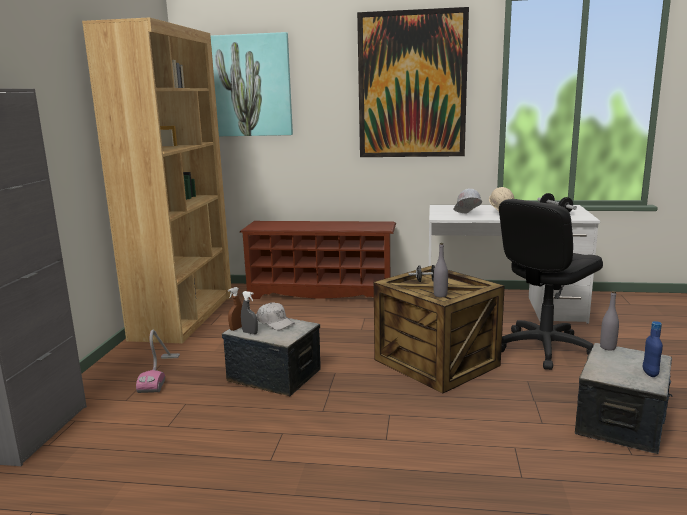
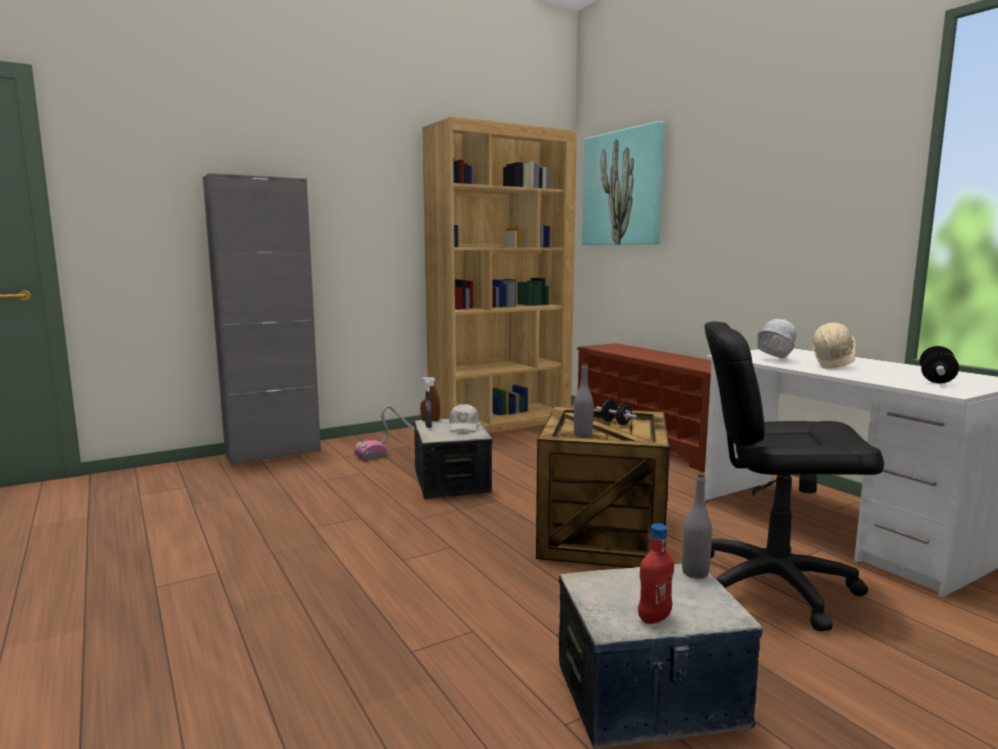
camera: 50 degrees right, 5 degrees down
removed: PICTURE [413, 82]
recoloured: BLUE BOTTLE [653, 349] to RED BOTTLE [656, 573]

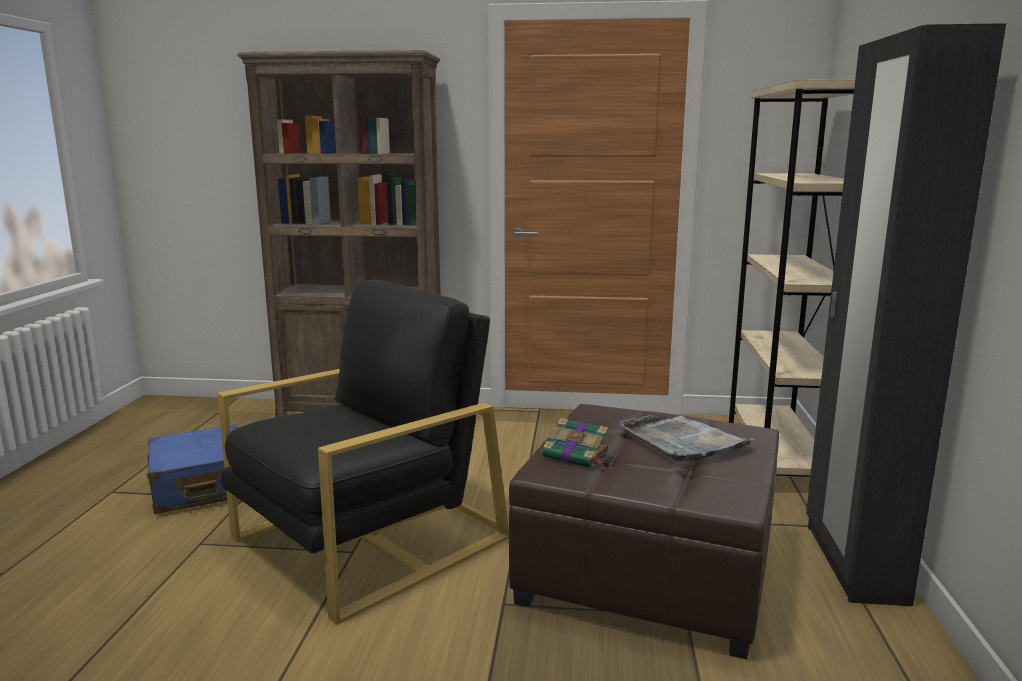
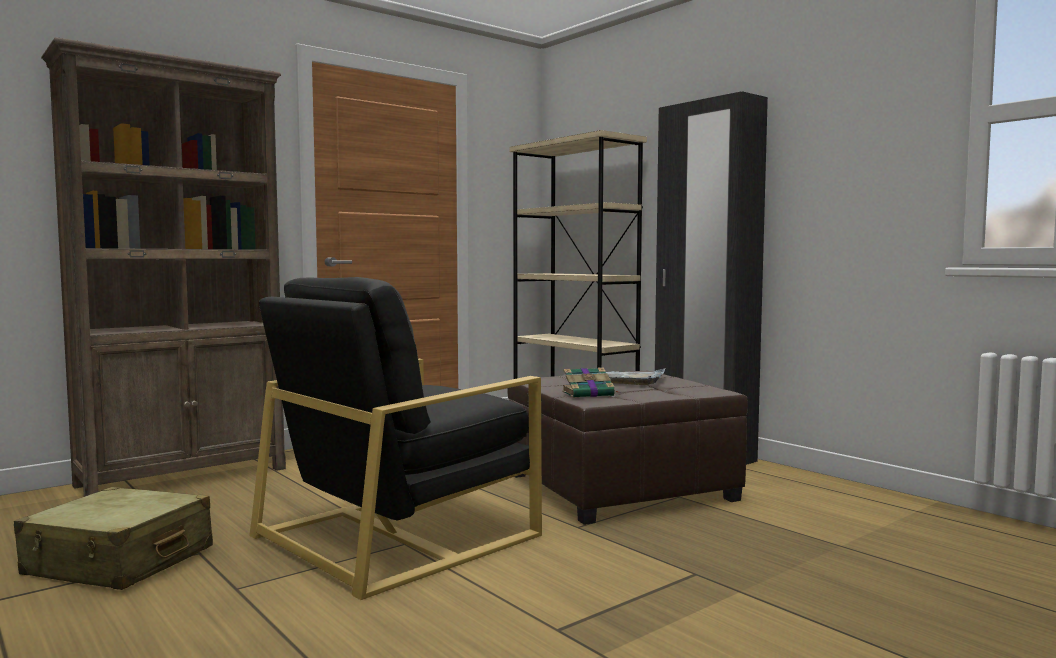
camera: 45 degrees left, 10 degrees down
recoloured: BLUE SUITCASE [191, 469] to BEIGE SUITCASE [113, 538]
turned: BLACK ARMCHAIR [363, 452] = [395, 438] 135 degrees counterclockwise

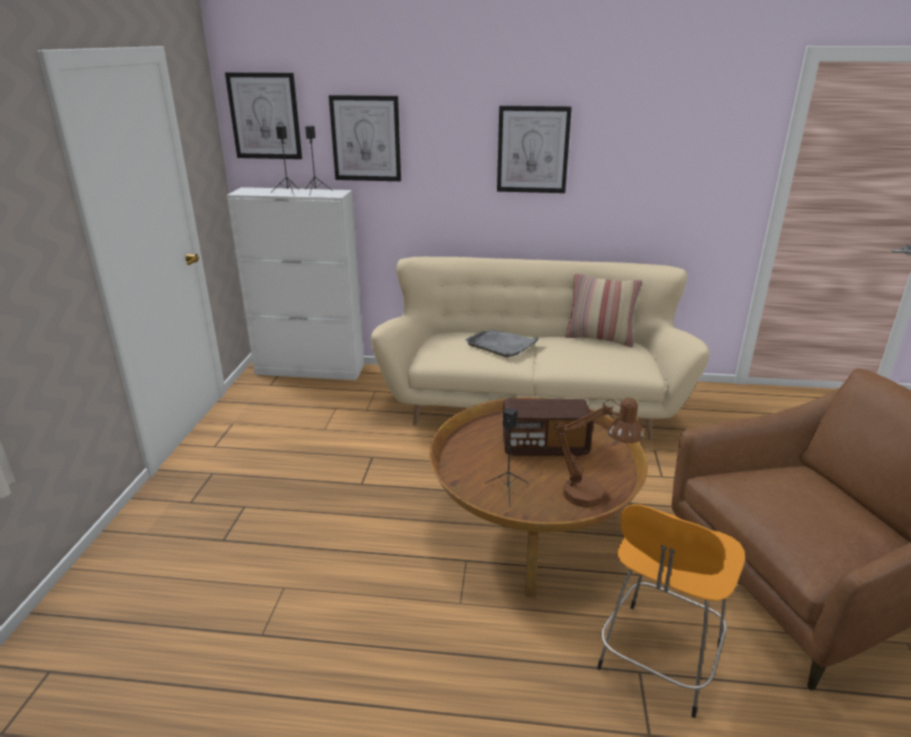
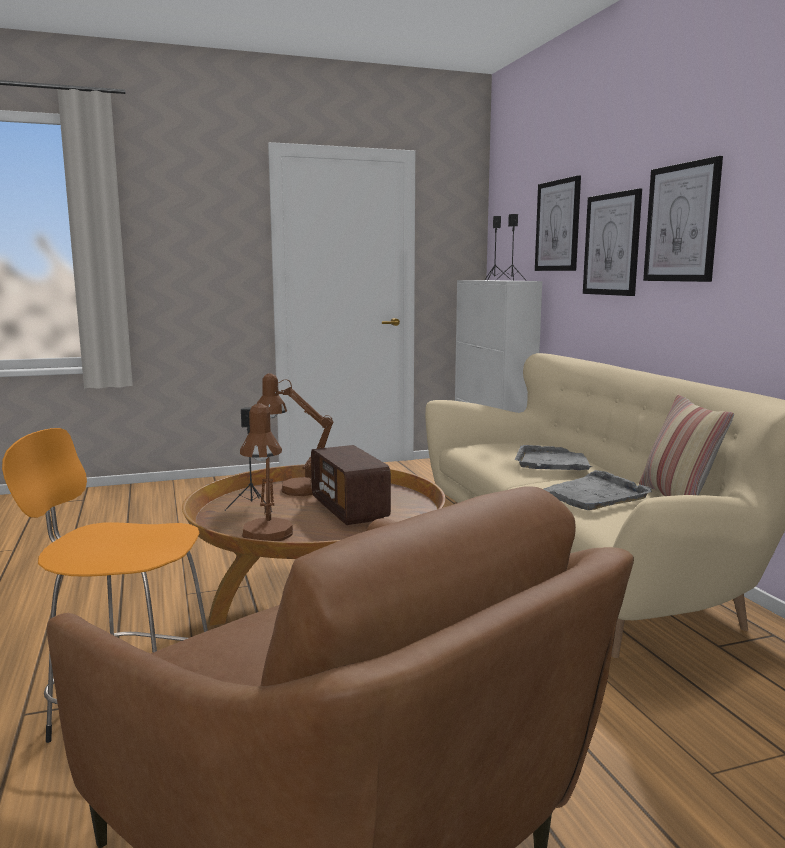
camera: 65 degrees right, 15 degrees down
added: BROWN TABLE LAMP [295, 434]; GREY TRAY [598, 490]
moved: PICTURE [263, 115] to [612, 242]

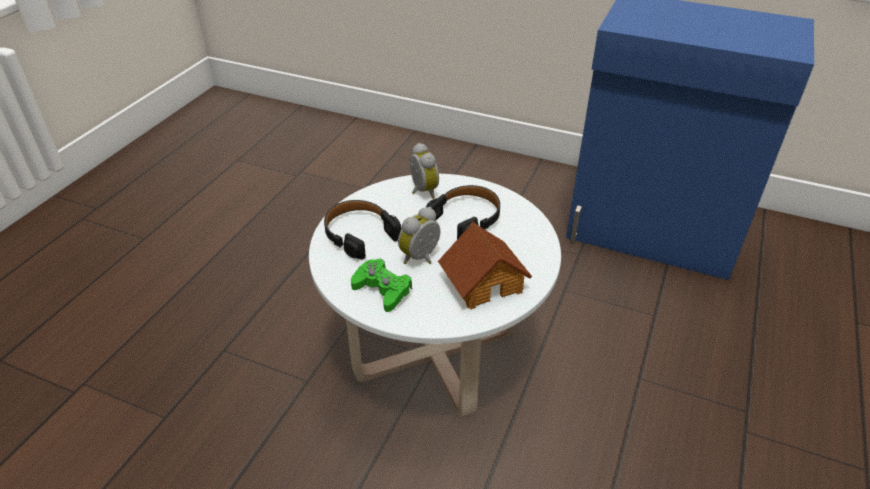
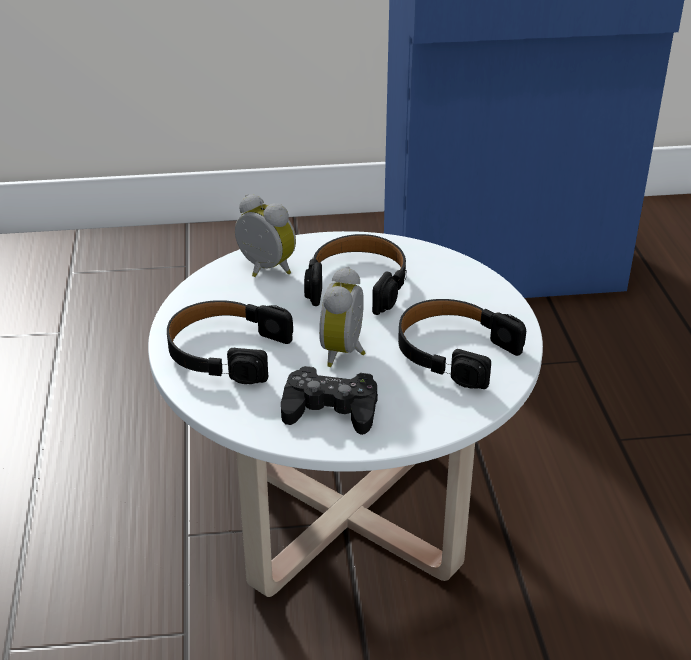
camera: 30 degrees left, 5 degrees down
replaced: TOY HOUSE [485, 266] to BLACK HEADPHONES [462, 344]
recoloured: GREEN GAME CONTROLLER [381, 285] to BLACK GAME CONTROLLER [329, 400]

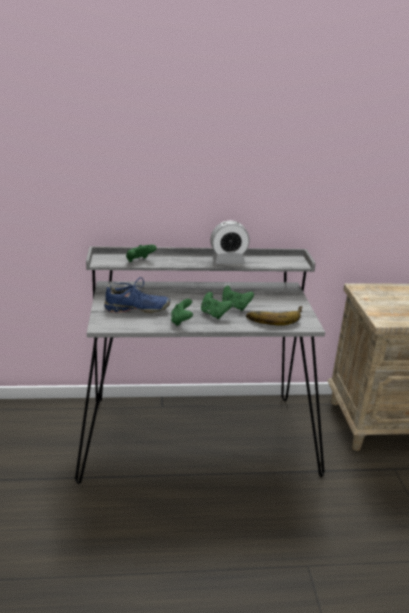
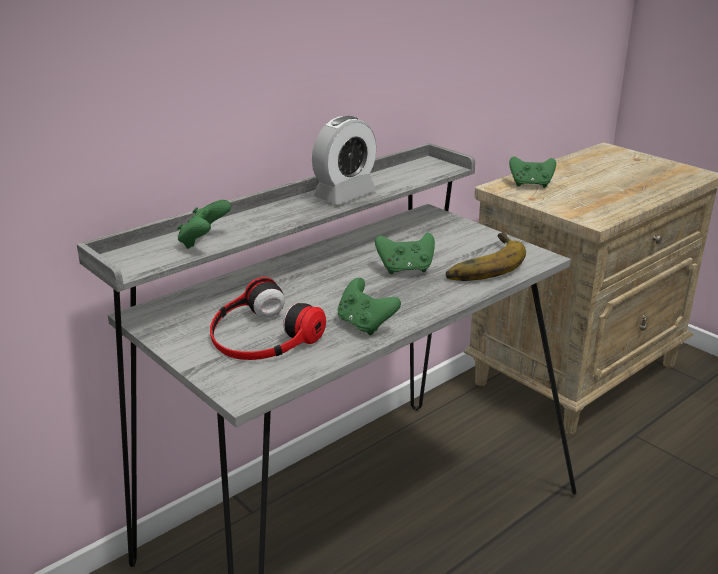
camera: 35 degrees left, 0 degrees up
moved: GREEN GAME CONTROLLER [217, 305] to [532, 172]
replaced: BLUE SHOE [137, 295] to HEADPHONES [268, 318]

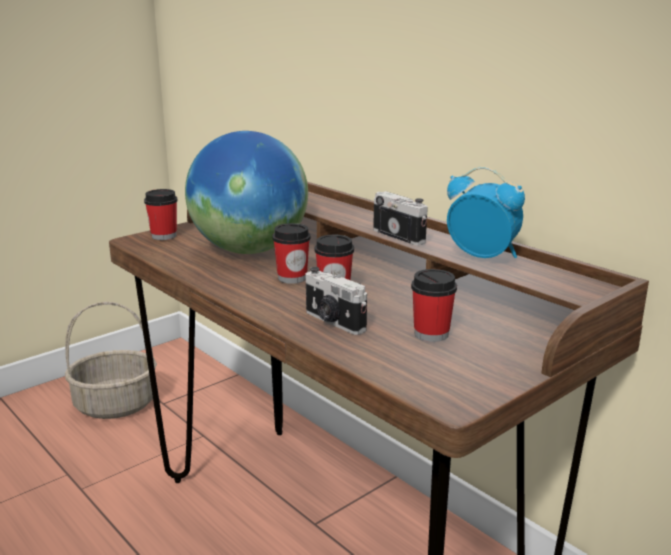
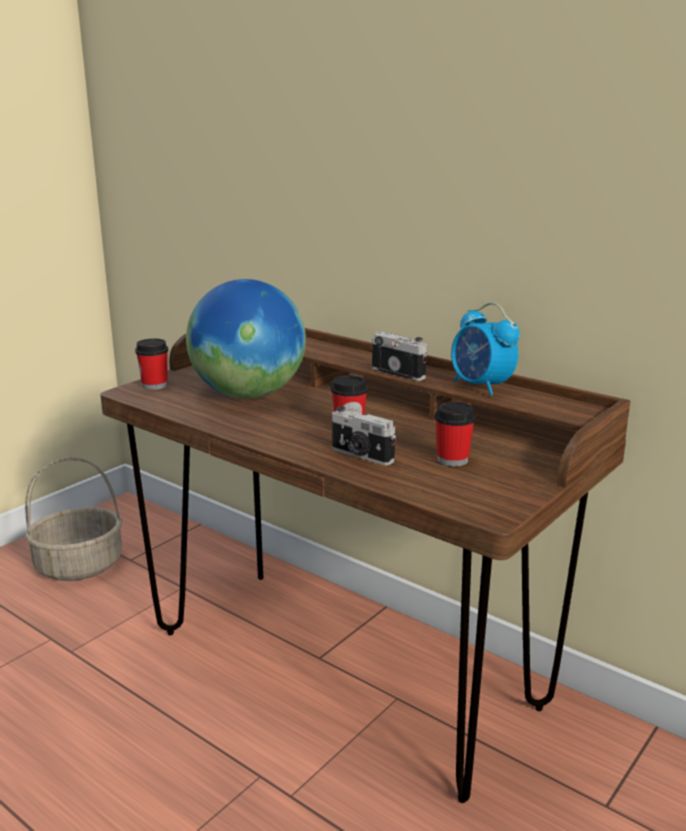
camera: 10 degrees left, 0 degrees up
removed: CUP [291, 253]
turned: ALARM CLOCK [486, 212] = [485, 348] 150 degrees counterclockwise

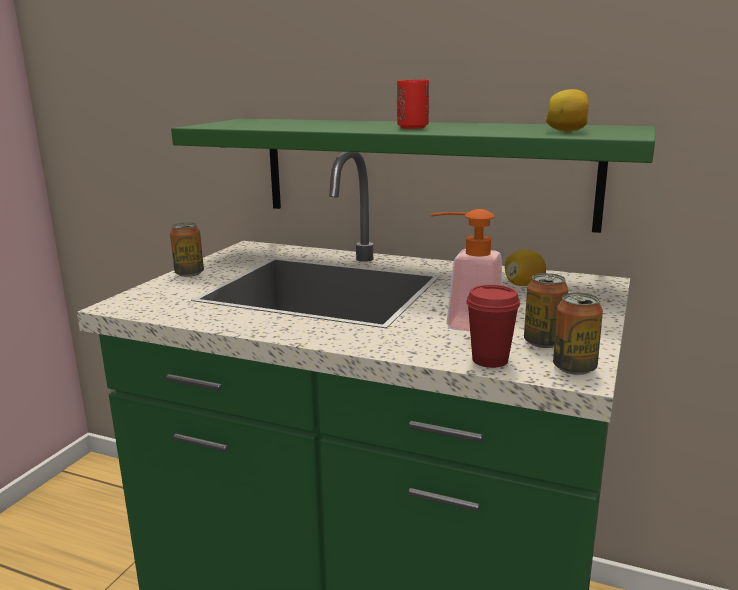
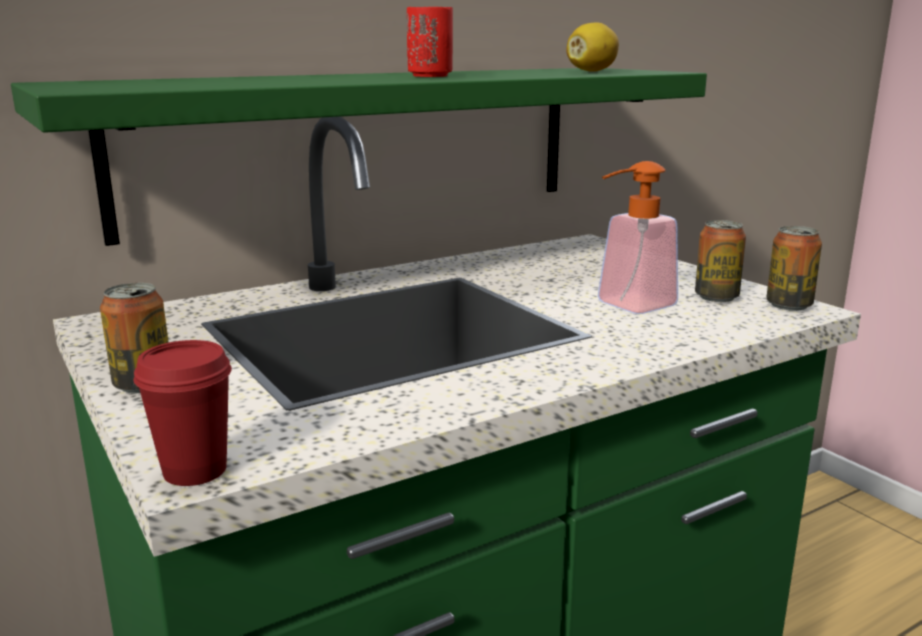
camera: 55 degrees left, 0 degrees up
removed: LEMON [525, 268]
moved: RED CUP [493, 326] to [183, 413]

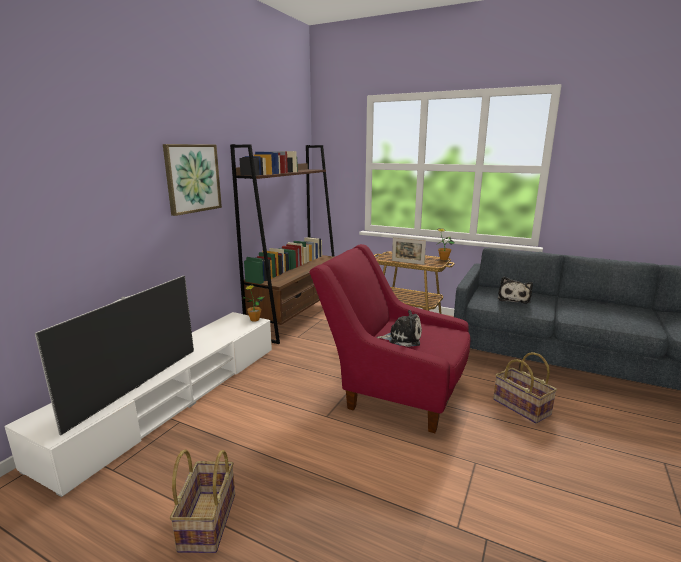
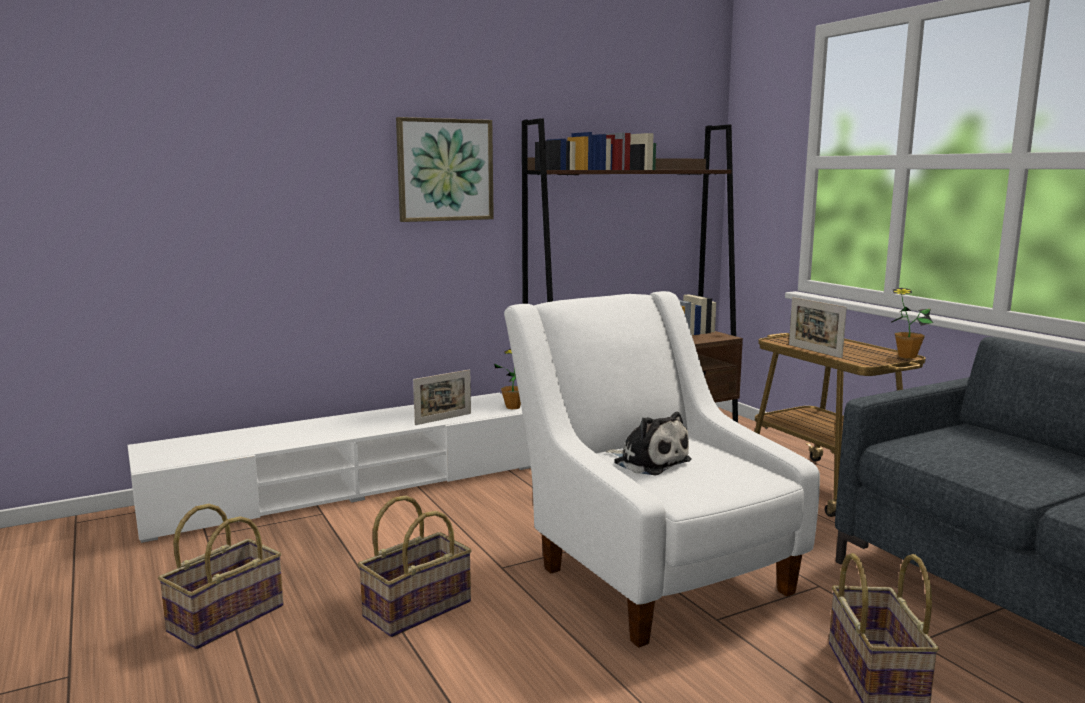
camera: 35 degrees right, 5 degrees down
removed: TELEVISION [114, 356]; PLUSH TOY [515, 290]
added: PICTURE FRAME [442, 397]; BASKET [415, 566]
recoloured: RED ARMCHAIR [389, 338] to WHITE ARMCHAIR [662, 469]

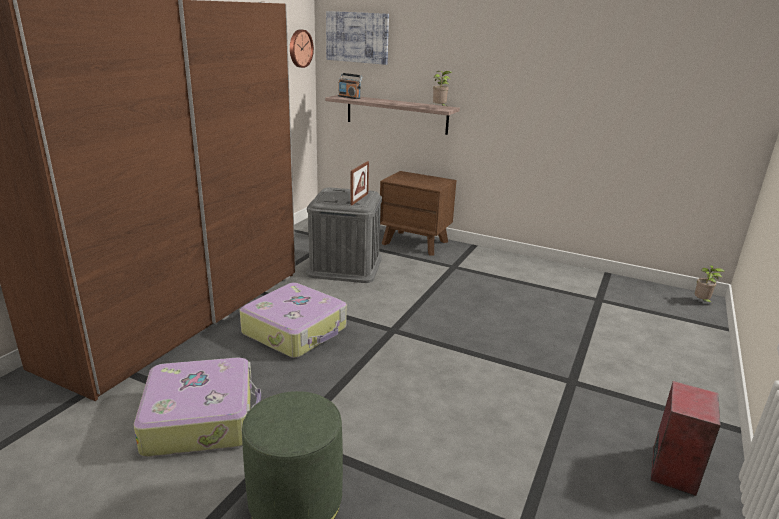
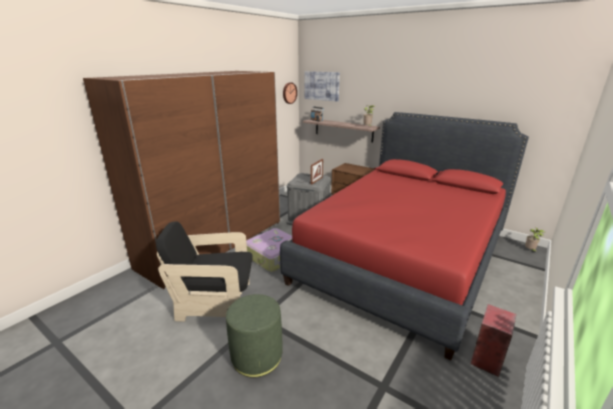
camera: 10 degrees right, 0 degrees up
added: RED BED [404, 236]
replaced: SUITCASE [197, 407] to BLACK ARMCHAIR [204, 271]

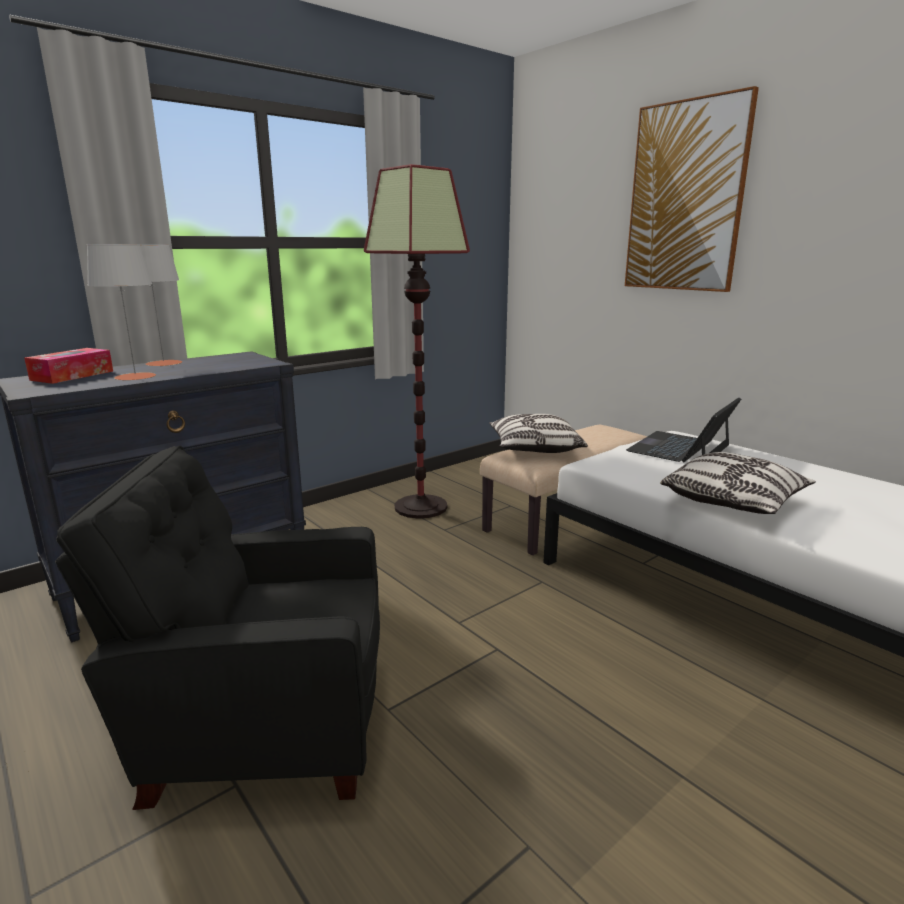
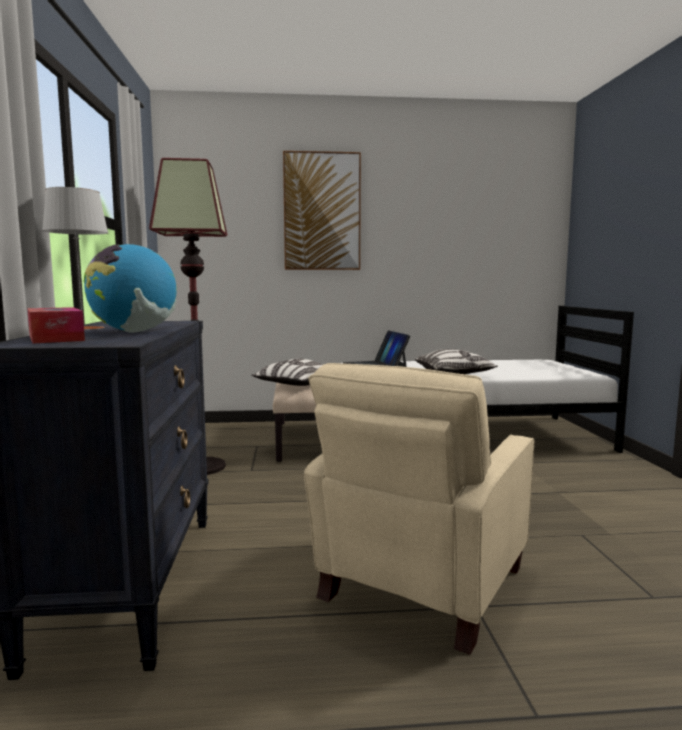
camera: 55 degrees left, 10 degrees down
replaced: GREY TABLE LAMP [121, 312] to GLOBE [130, 288]
recoloured: BLACK ARMCHAIR [217, 628] to BEIGE ARMCHAIR [419, 509]

